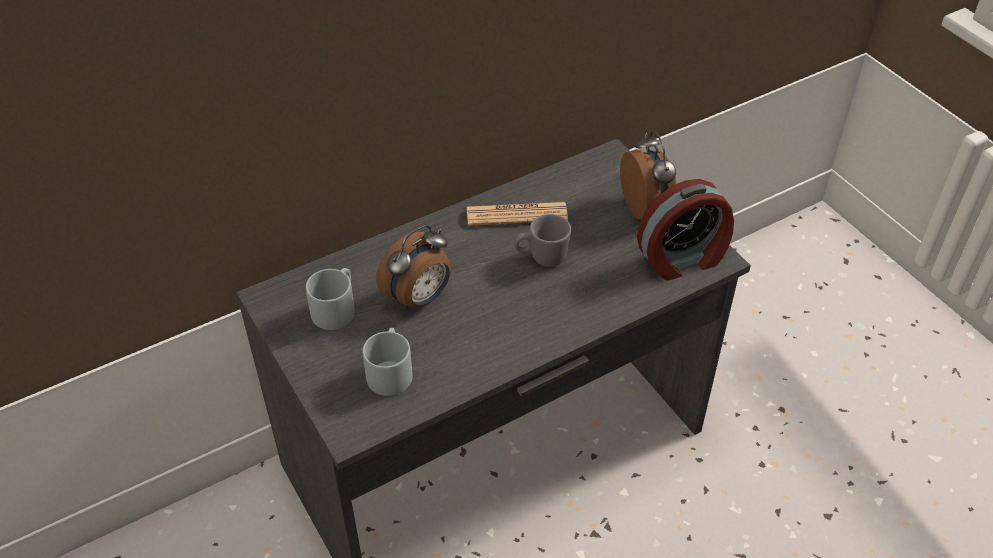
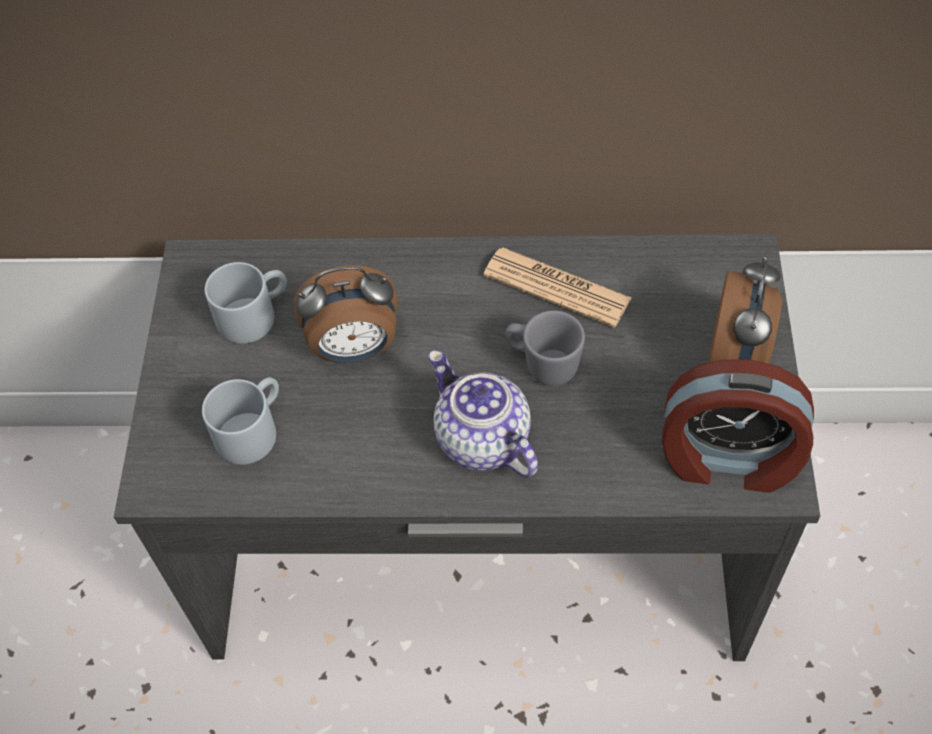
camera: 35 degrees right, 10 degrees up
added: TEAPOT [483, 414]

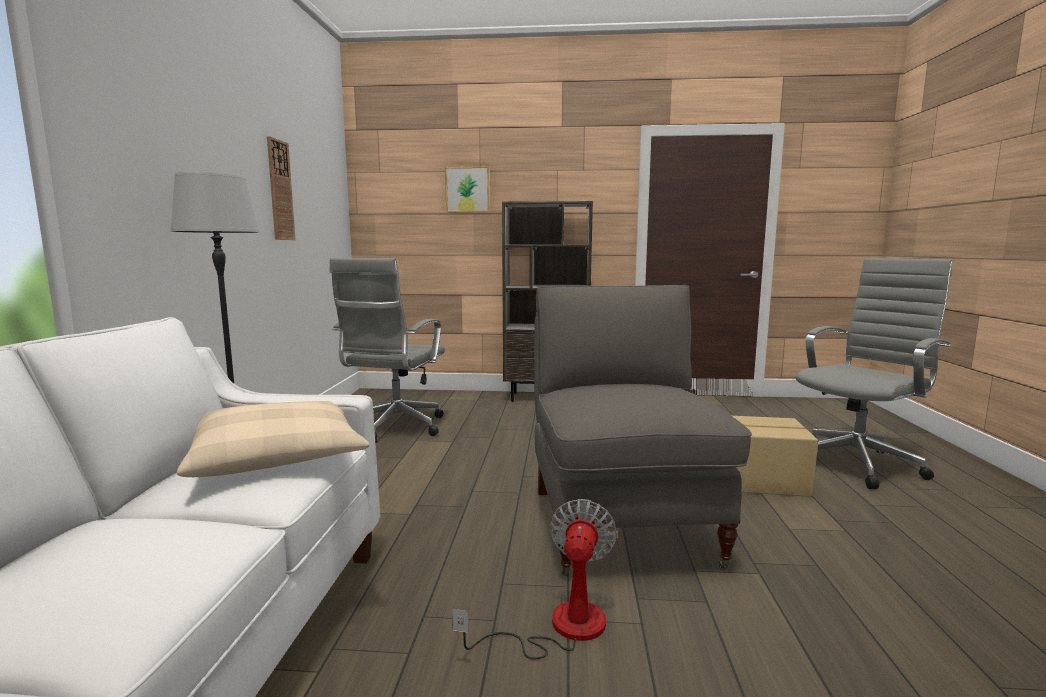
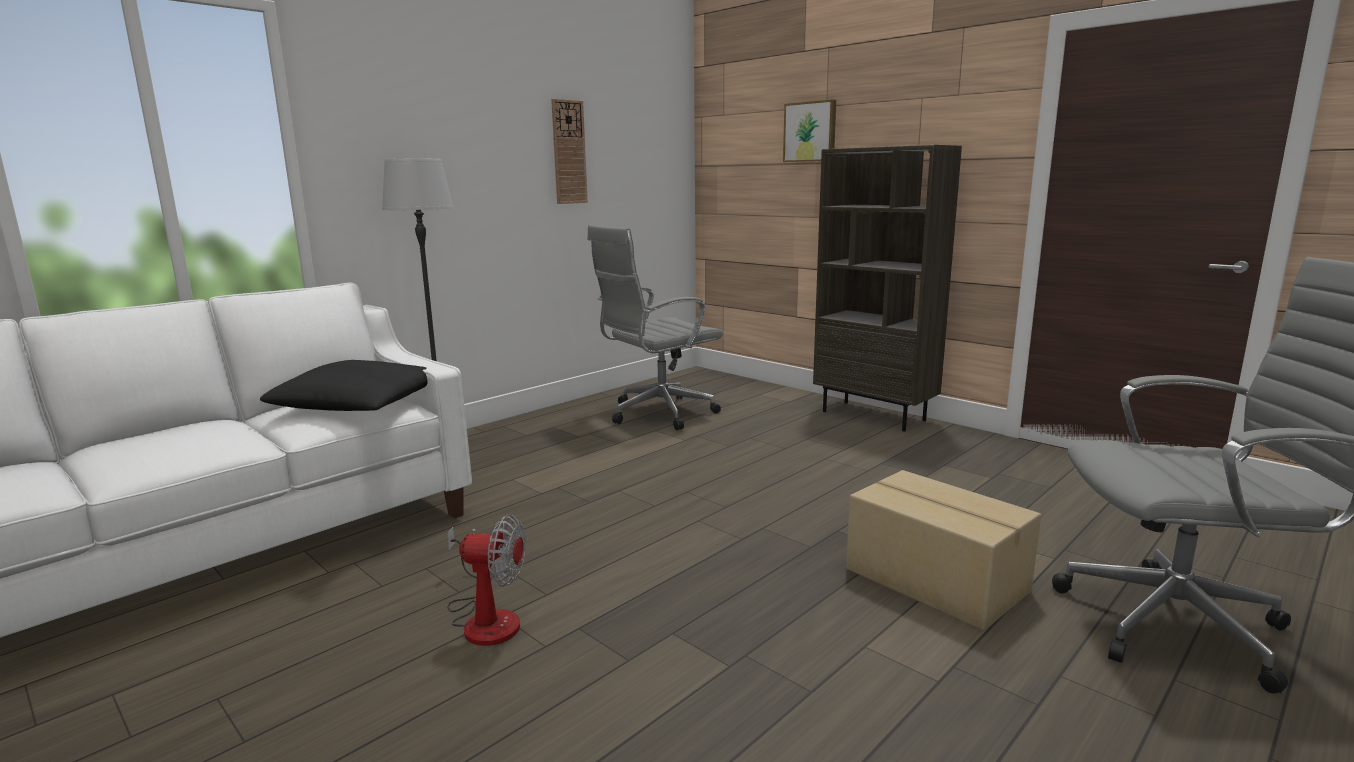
camera: 40 degrees right, 5 degrees up
removed: GREY ARMCHAIR [643, 430]
recoloured: BEIGE PILLOW [273, 439] to BLACK PILLOW [344, 385]
turned: FAN [534, 579] = [486, 580] 45 degrees clockwise

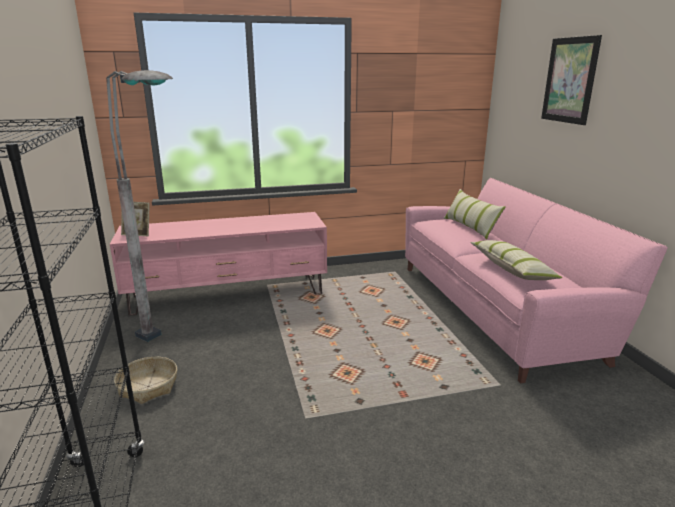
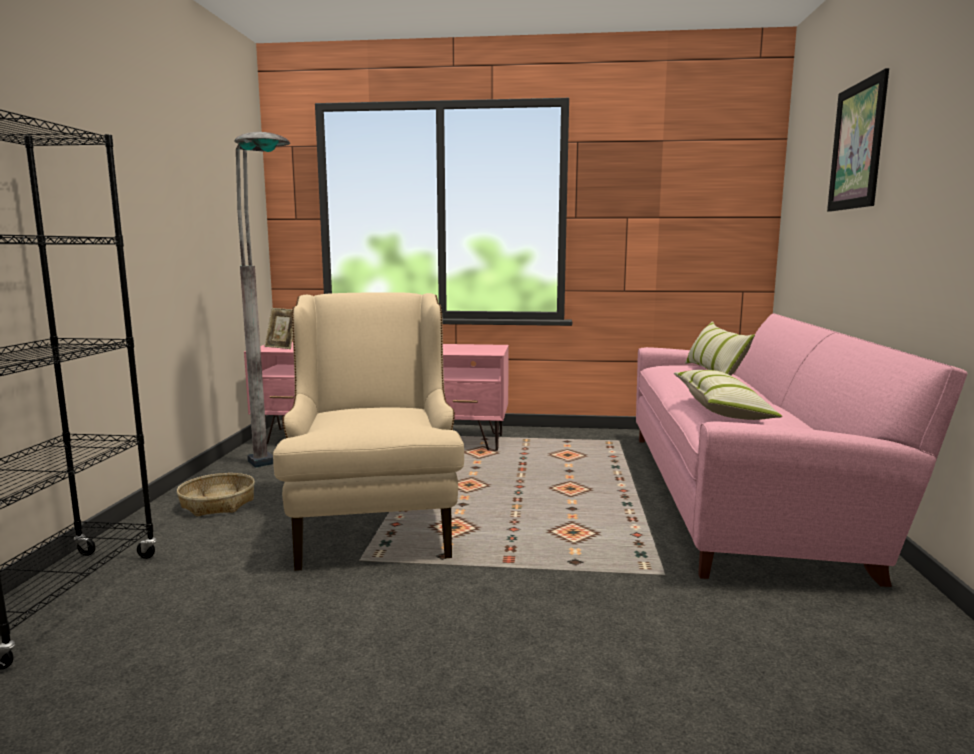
camera: 20 degrees right, 10 degrees down
added: BEIGE ARMCHAIR [368, 431]

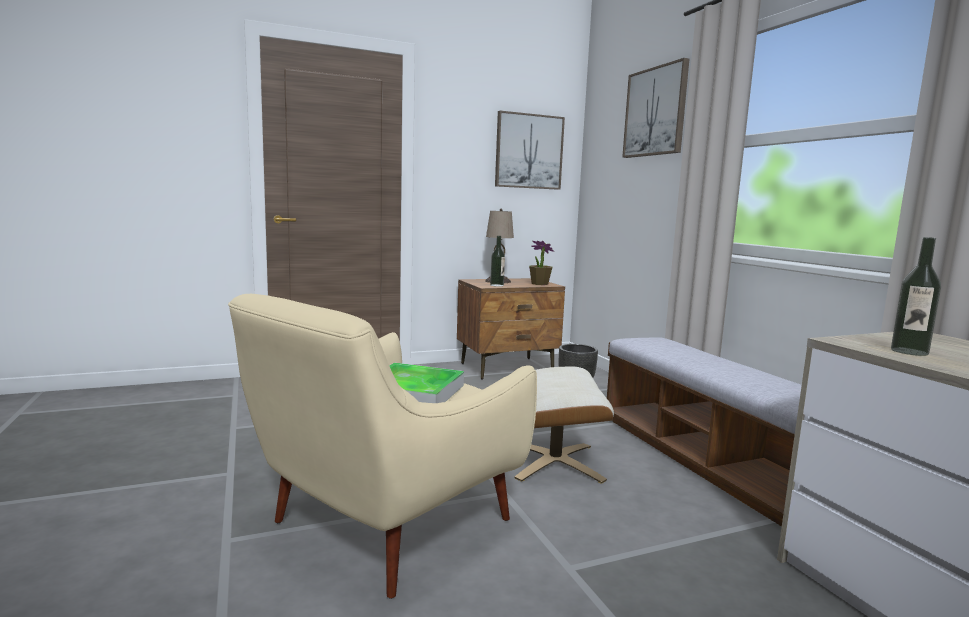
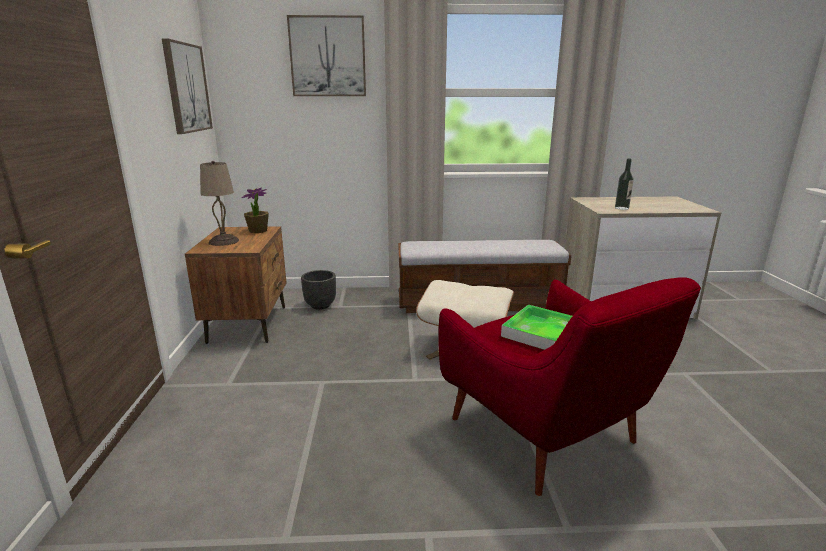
camera: 70 degrees left, 10 degrees up
removed: BOTTLE [497, 261]
recoloured: BEIGE ARMCHAIR [382, 446] to RED ARMCHAIR [569, 386]

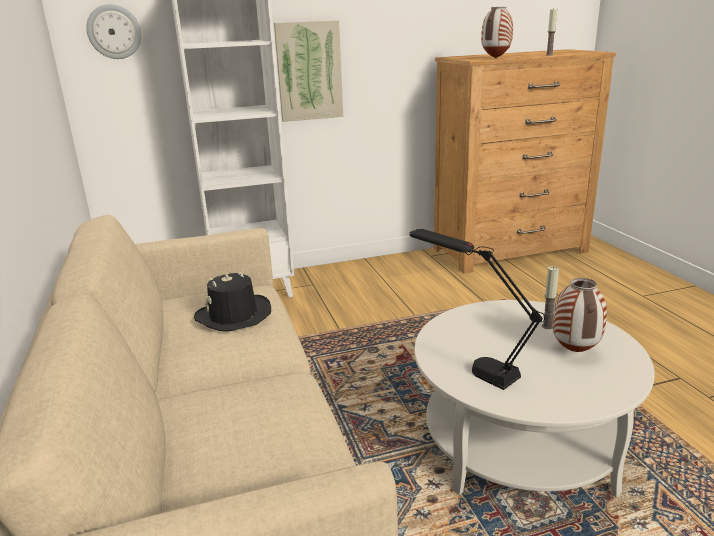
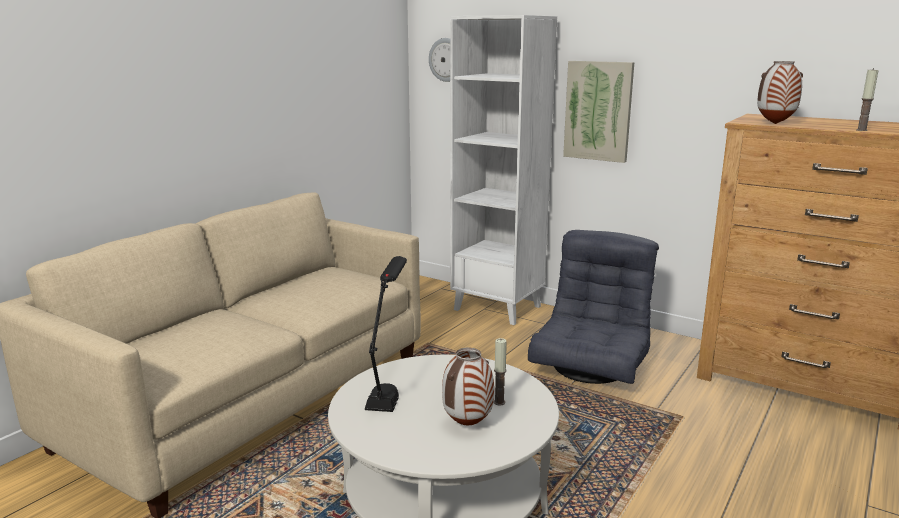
camera: 50 degrees right, 5 degrees down
removed: BLACK HAT [232, 301]
added: GREY ARMCHAIR [593, 307]

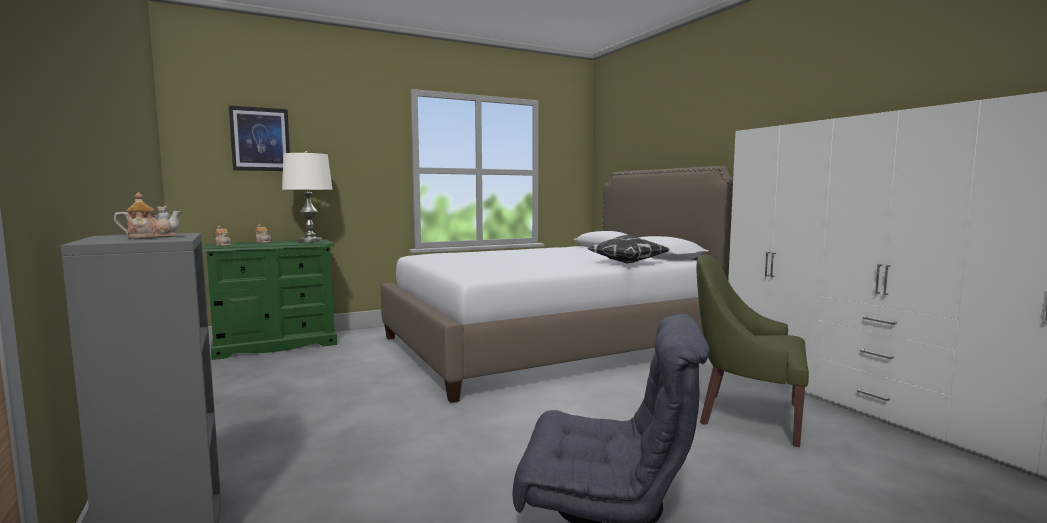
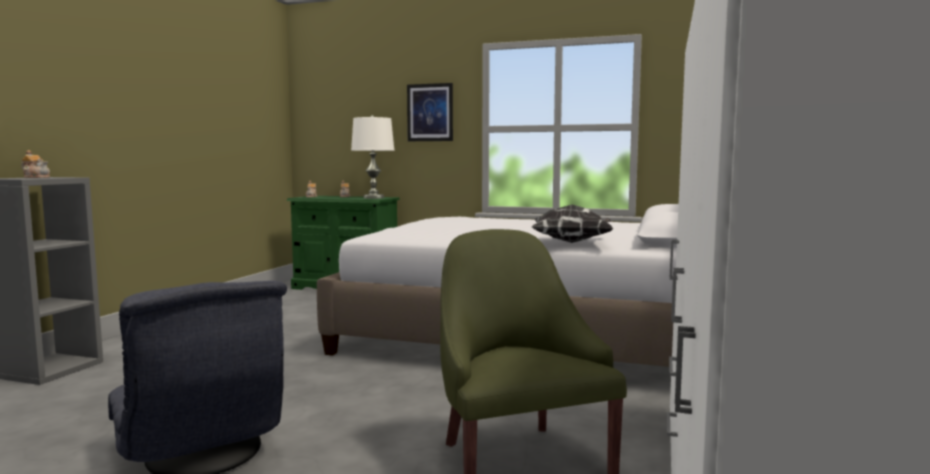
camera: 45 degrees right, 0 degrees up
moved: PICTURE [259, 138] to [430, 112]

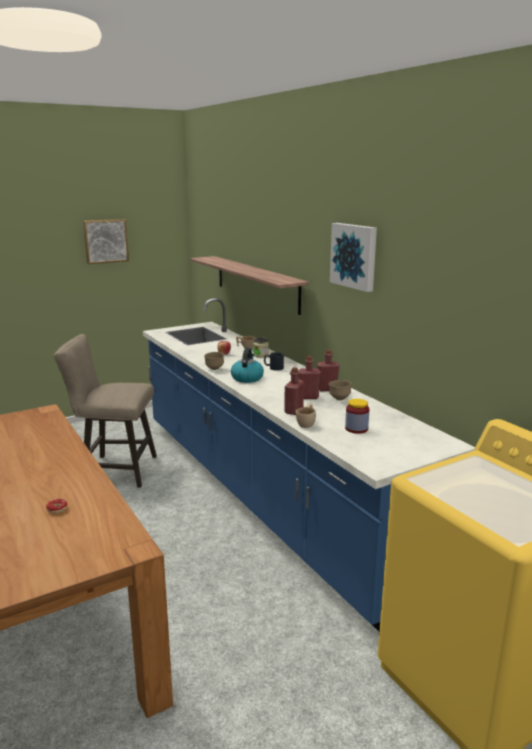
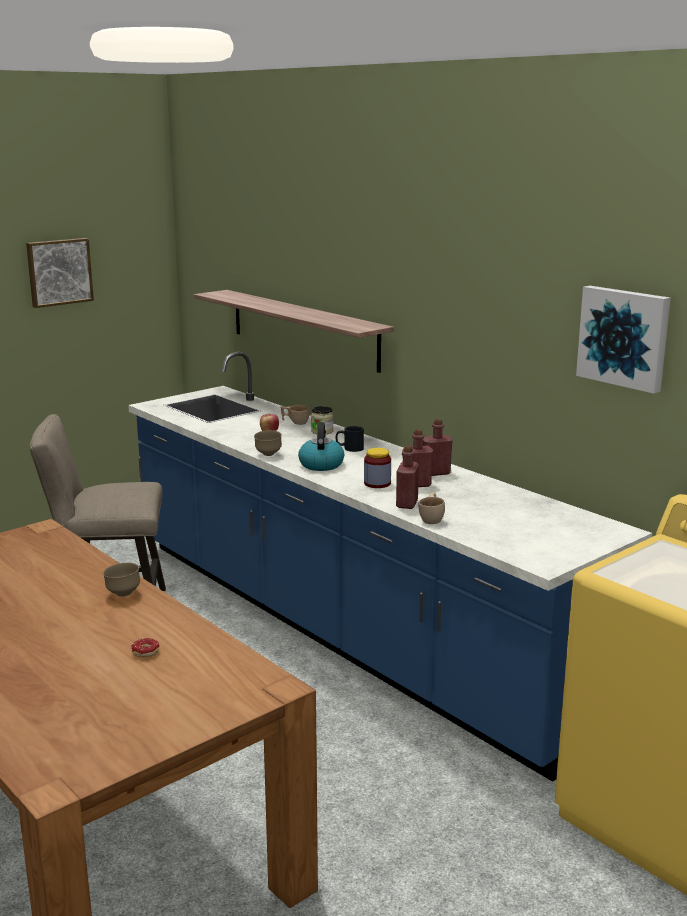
camera: 10 degrees left, 0 degrees up
moved: PICTURE [353, 257] to [623, 340]; BROWN BOWL [340, 390] to [121, 580]; JAR [357, 416] to [377, 468]

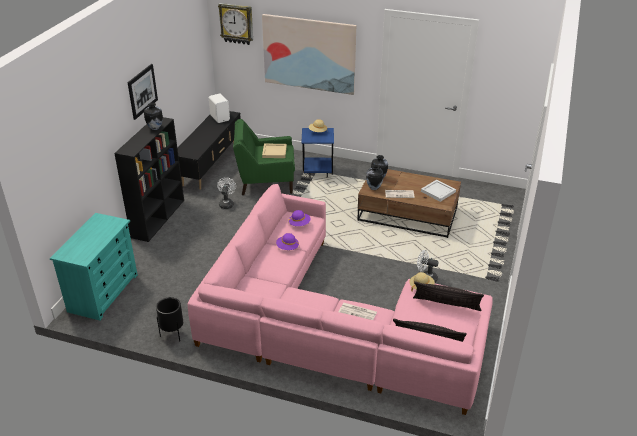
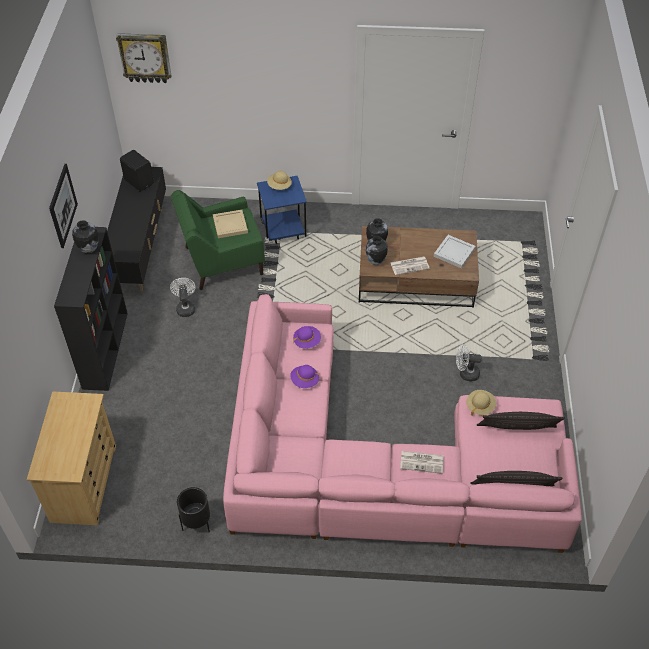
camera: 15 degrees left, 15 degrees up
removed: PICTURE [309, 54]
recoloured: WHITE SPEAKER [219, 108] to BLACK SPEAKER [137, 171]; TURQUOISE DRESSER [94, 267] to BEIGE DRESSER [71, 458]

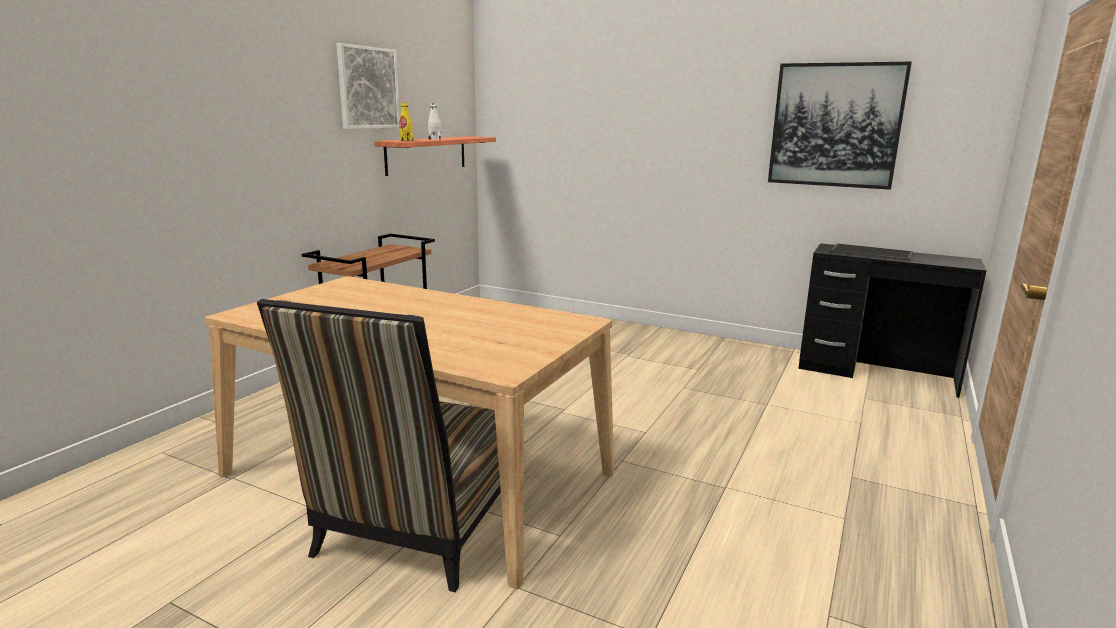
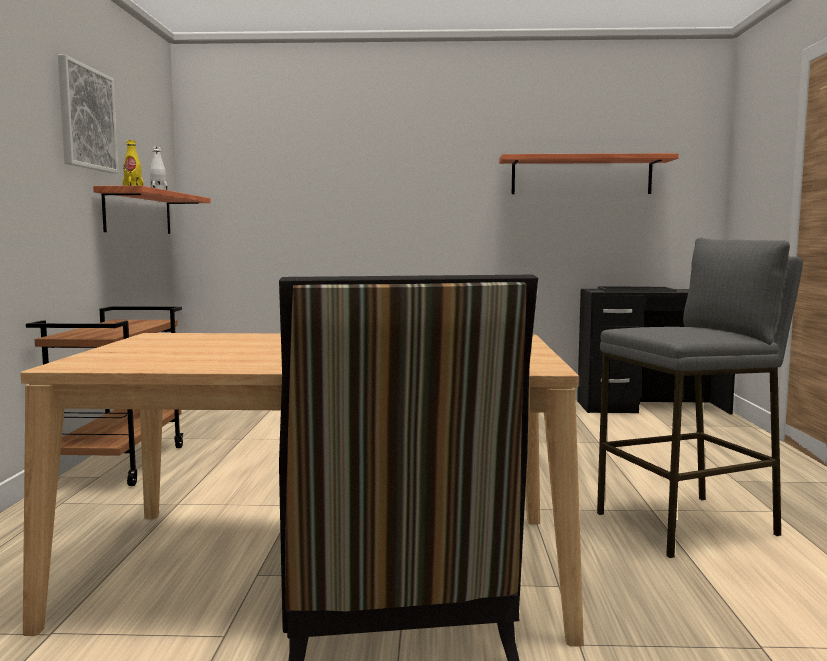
camera: 25 degrees left, 10 degrees down
added: GREY STOOL [700, 398]
replaced: PICTURE [840, 126] to SHELF [589, 173]

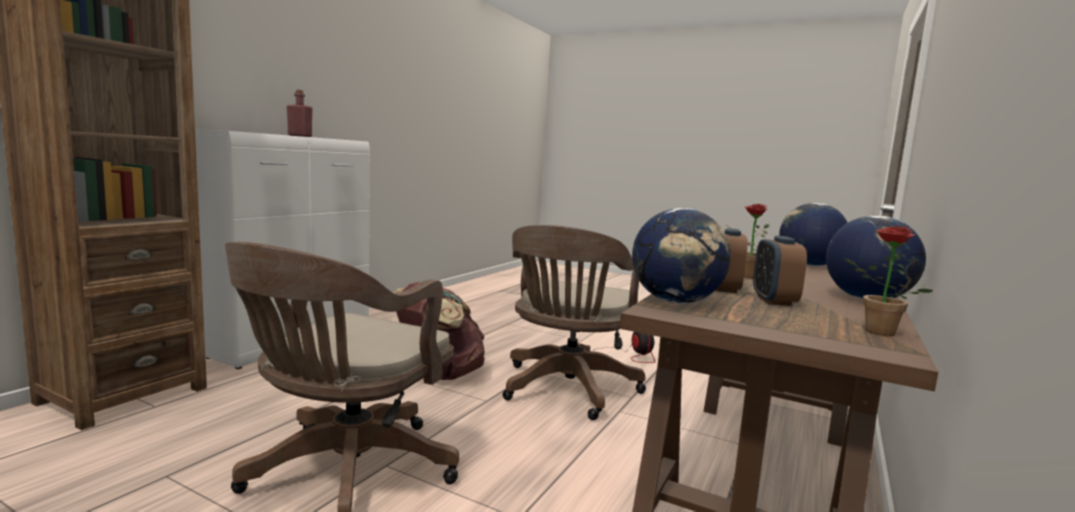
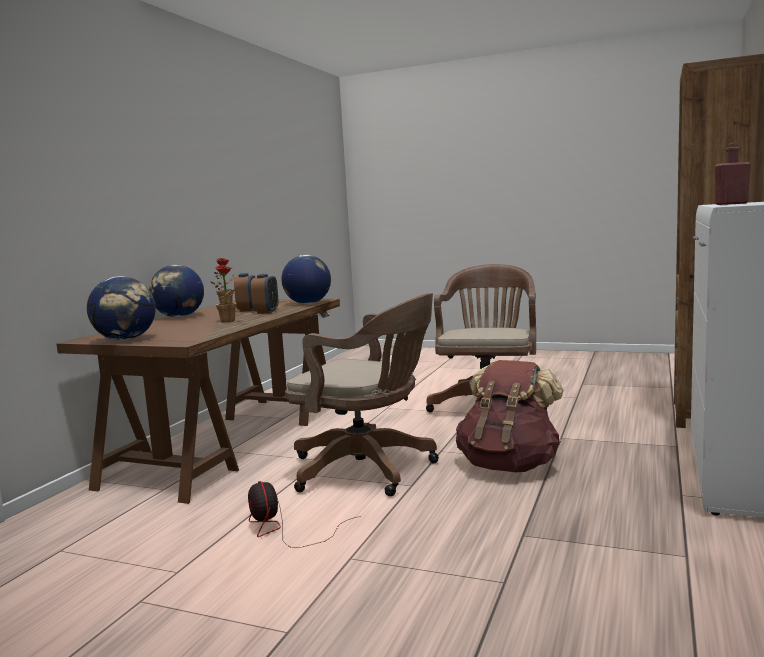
camera: 175 degrees right, 0 degrees up
turned: BROWN OFFICE CHAIR [574, 322] = [362, 394] 105 degrees clockwise

